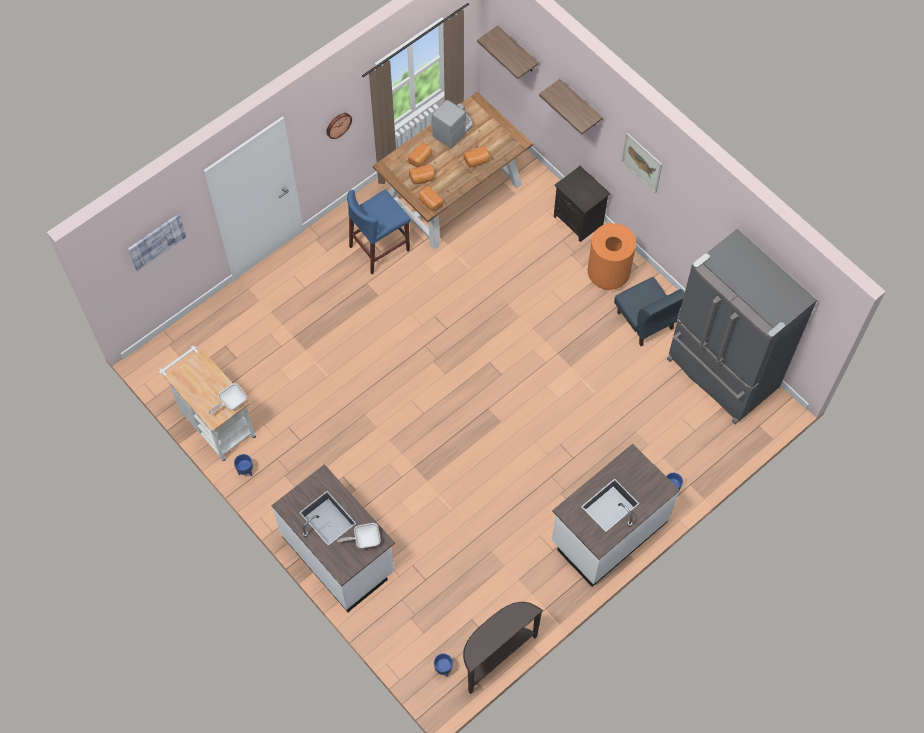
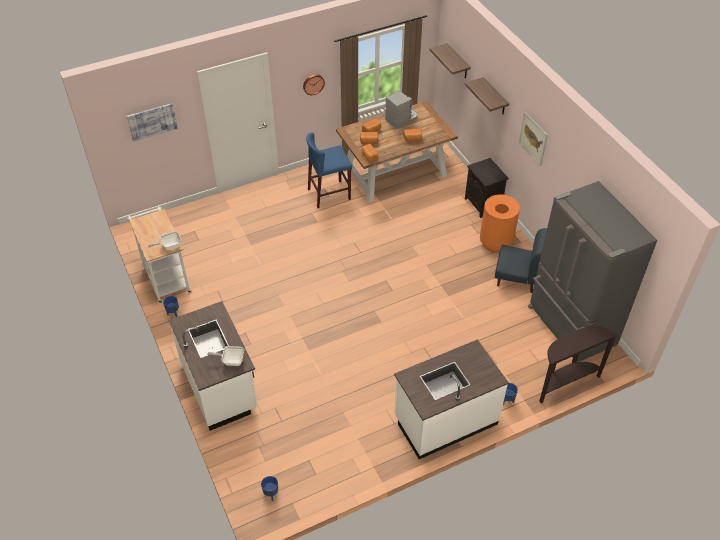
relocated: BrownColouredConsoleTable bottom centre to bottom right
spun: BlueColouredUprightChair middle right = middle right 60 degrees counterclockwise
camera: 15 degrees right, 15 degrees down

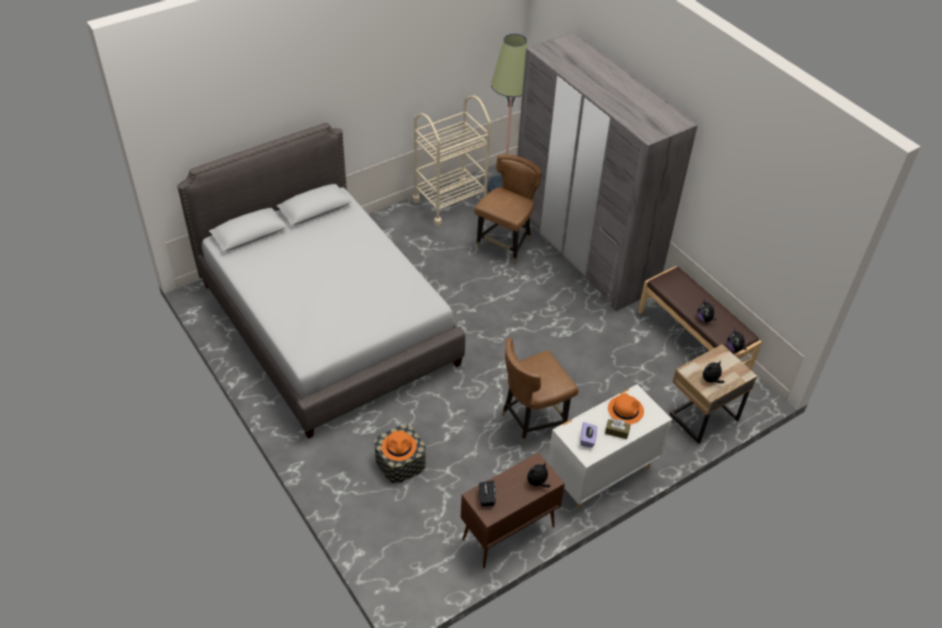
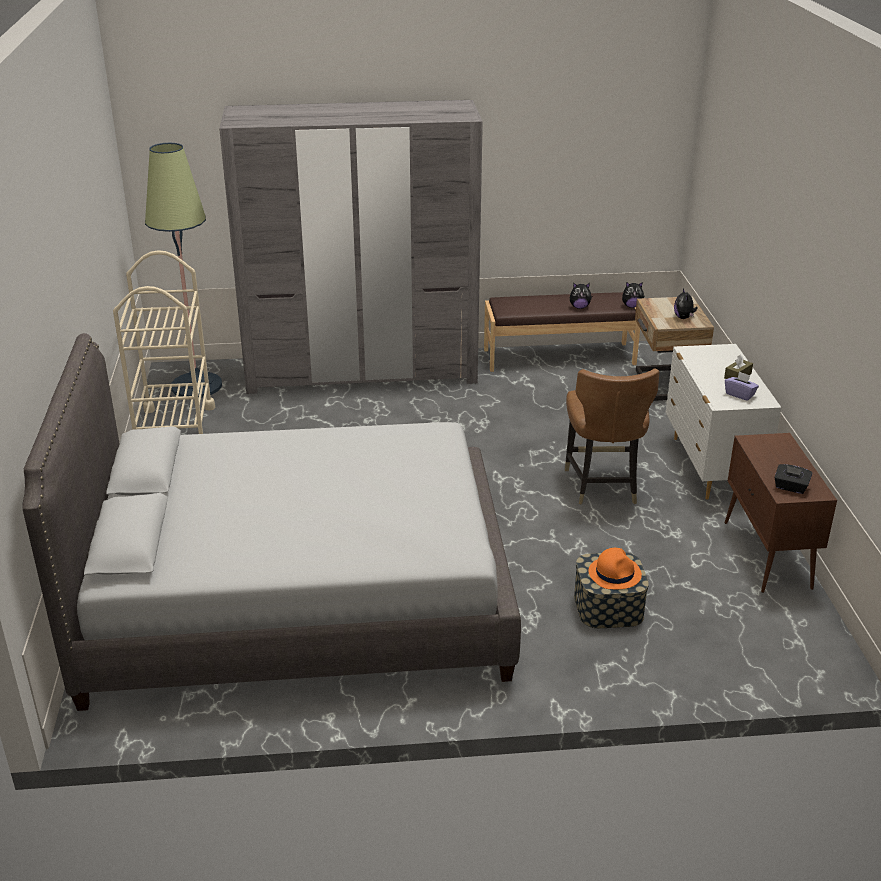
missing: BrownColouredUprightChair (no. 1 from left) top centre; SoftToy (no. 1 from left) bottom centre; OrangeColouredHat (no. 2 from left) centre
camera: 60 degrees left, 15 degrees down

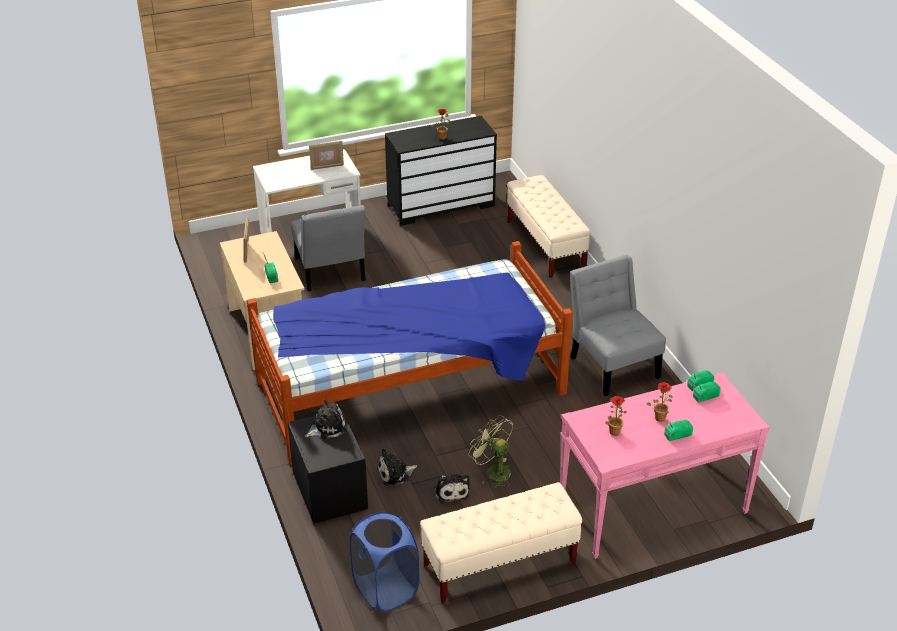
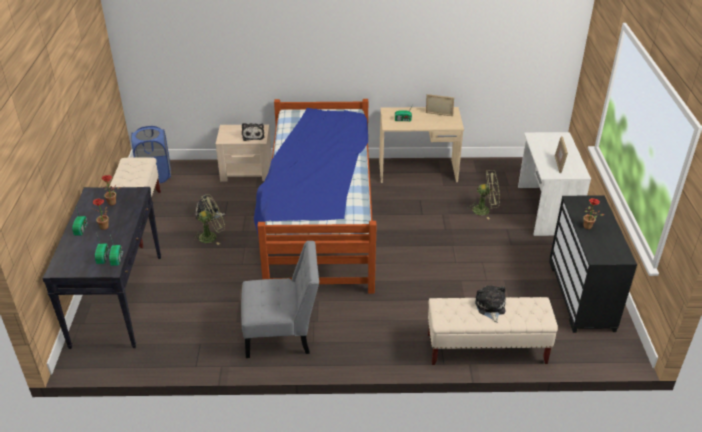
relocated: SoftToy (no. 2 from left in the first image) bottom centre to SoftToy (no. 3 from left) bottom right
exchanged: GreyUprightChair (no. 1 from left) centre to GreenishFan (no. 2 from left) middle right
colour: PinkishConsoleTable bottom right to BlackColouredConsoleTable middle left; BlackColouredNightTable bottom centre to BeigeNightTable centre
camera: 110 degrees right, 0 degrees up

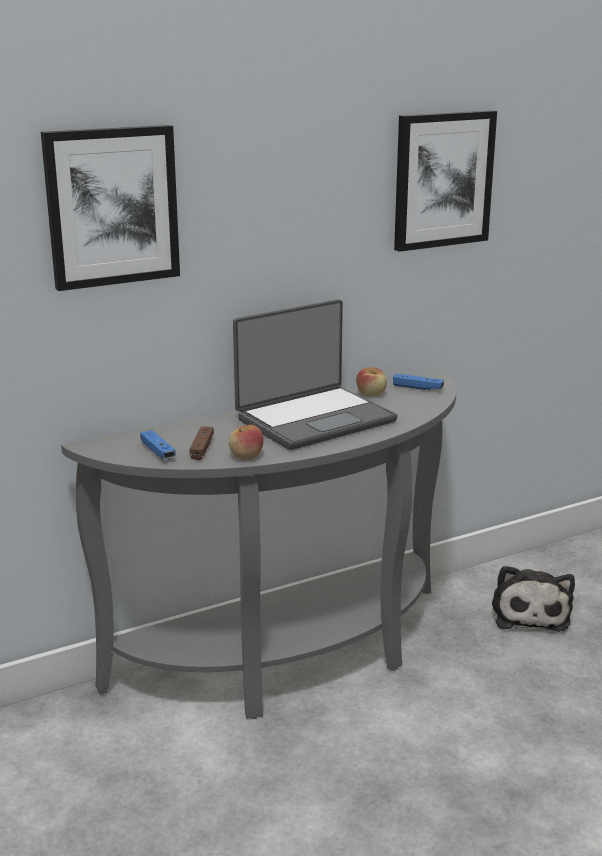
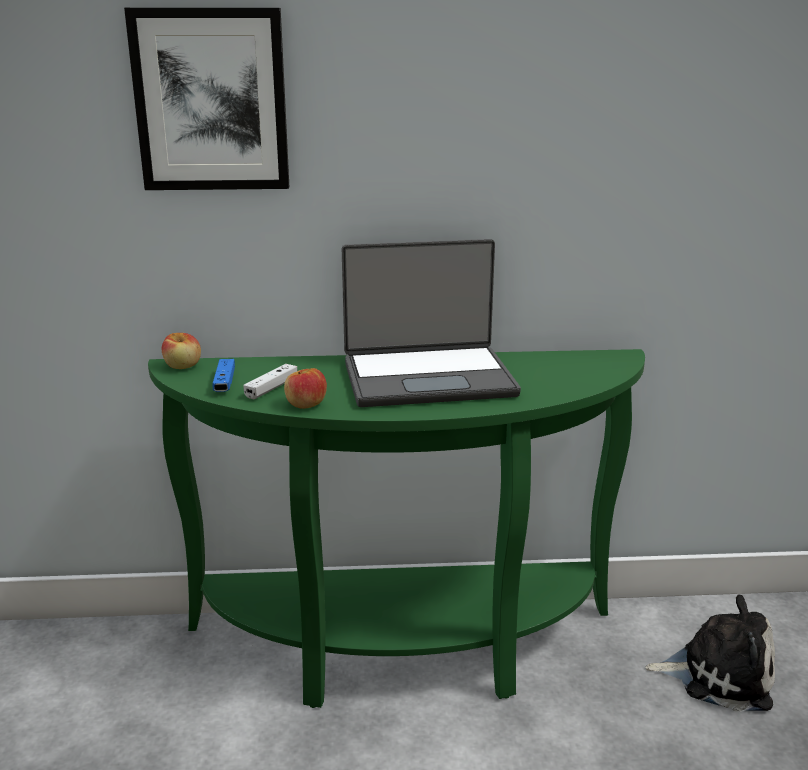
missing: BlueColouredJoypad (no. 2 from left) middle right; WallPicture (no. 2 from left) top right
relocated: Apple (no. 2 from left in the first image) centre to Apple (no. 1 from left) middle left
colour: GreyConsoleTable centre to GreenishConsoleTable bottom centre; BrownColouredJoypad centre to WhiteJoypad centre
spun: SoftToy bottom right = bottom right 105 degrees counterclockwise
camera: 25 degrees right, 0 degrees up

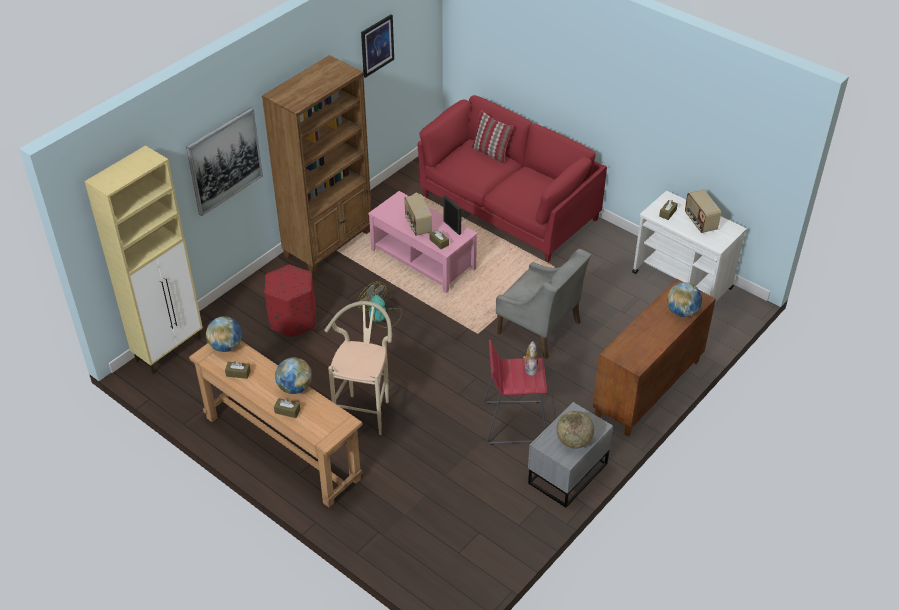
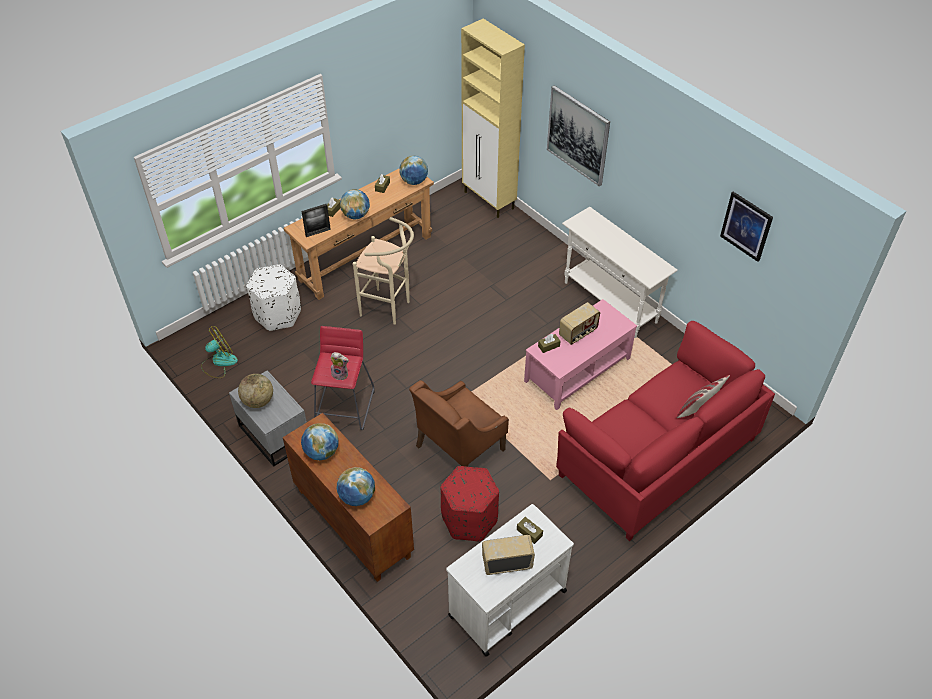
appeared: WhitePouffe middle left; Globe (no. 2 from left) centre
relocated: Fan centre to middle left; PhotoFrame centre to top centre; RedPouffe middle left to bottom centre
exchanged: BrownColouredBookcase top centre to WhiteConsoleTable centre
colour: GreyLoungeChair centre to BrownColouredLoungeChair centre
spun: RadioSet (no. 1 from left in the first image) centre = centre 150 degrees clockwise
camera: 100 degrees right, 5 degrees up

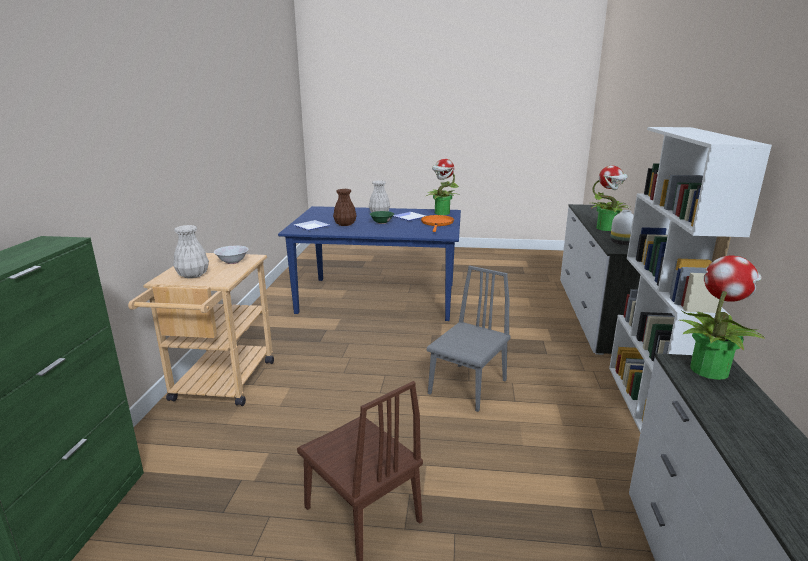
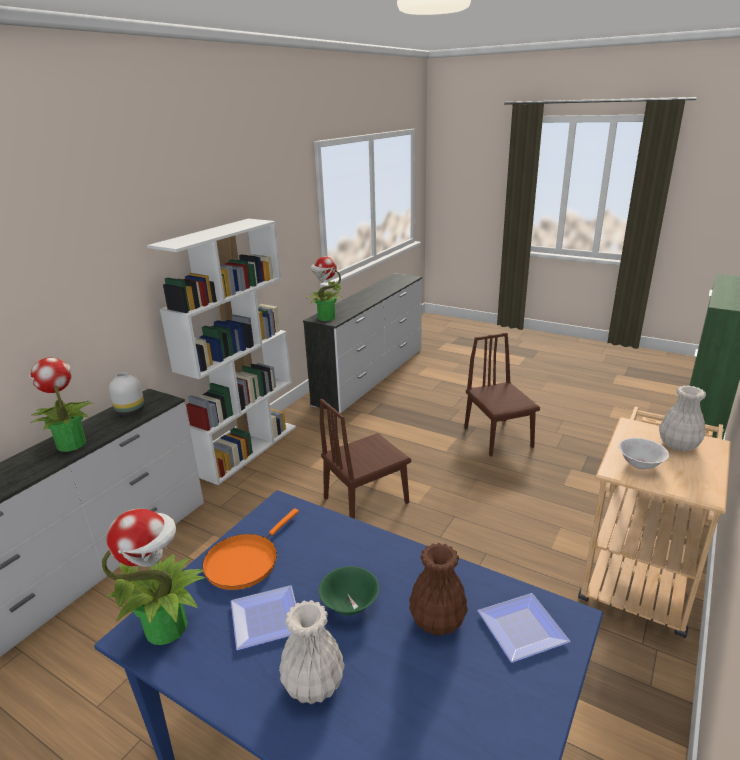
colour: GreyUprightChair centre to BrownColouredUprightChair (no. 1 from left) centre
camera: 155 degrees left, 5 degrees up

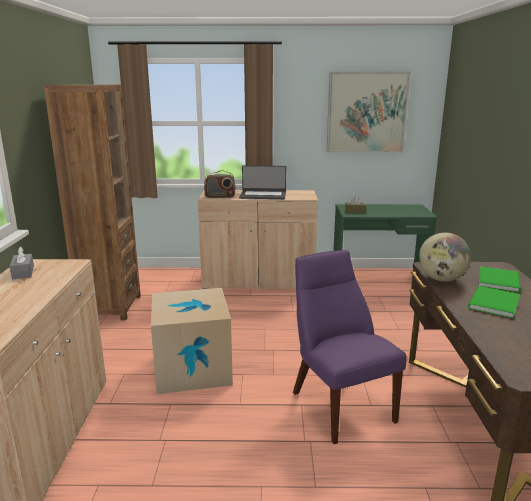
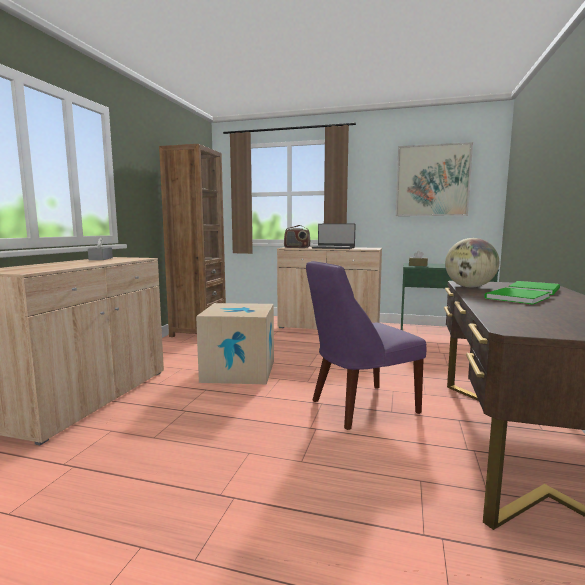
spun: PurpleUprightChair bottom centre = centre 105 degrees counterclockwise
camera: 15 degrees right, 10 degrees down

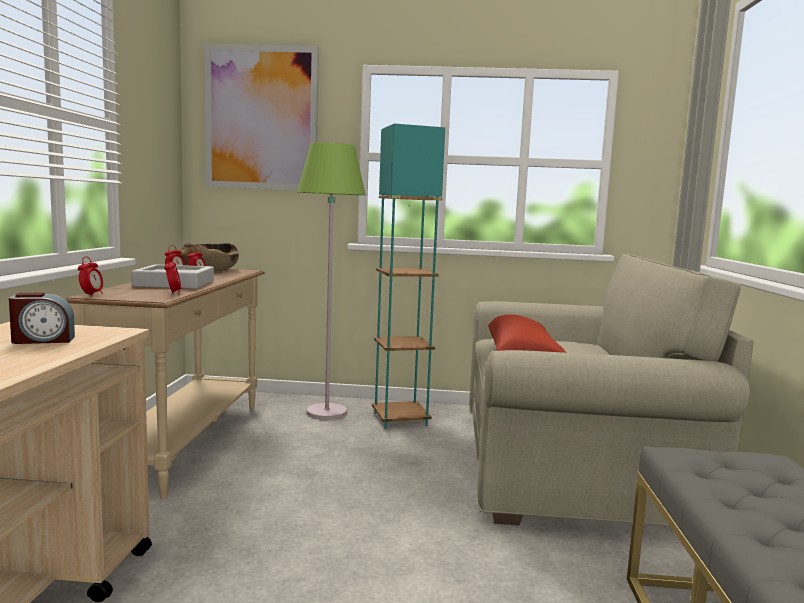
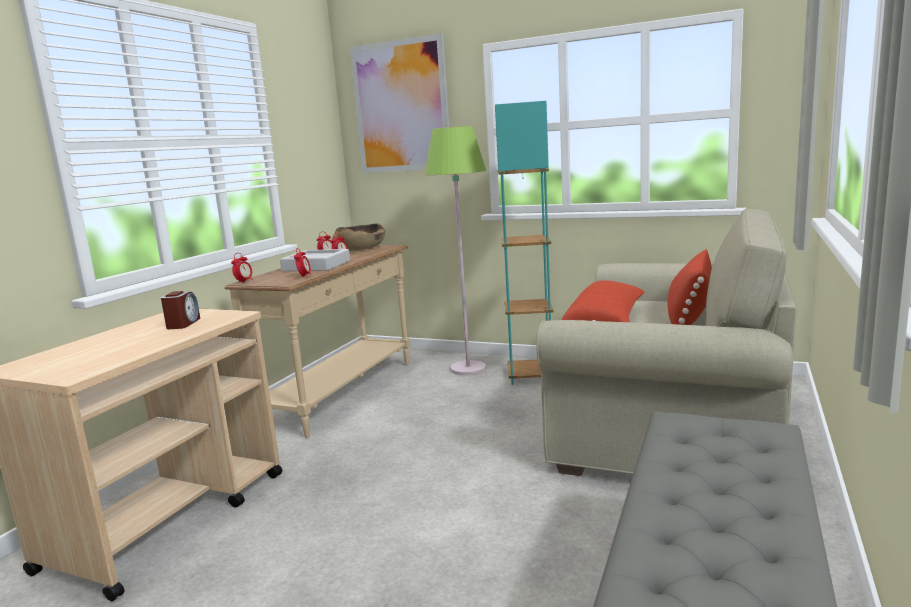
appeared: RedCushion (no. 2 from left) middle right
spun: TableClock (no. 1 from left) middle left = middle left 90 degrees counterclockwise
camera: 20 degrees right, 5 degrees up

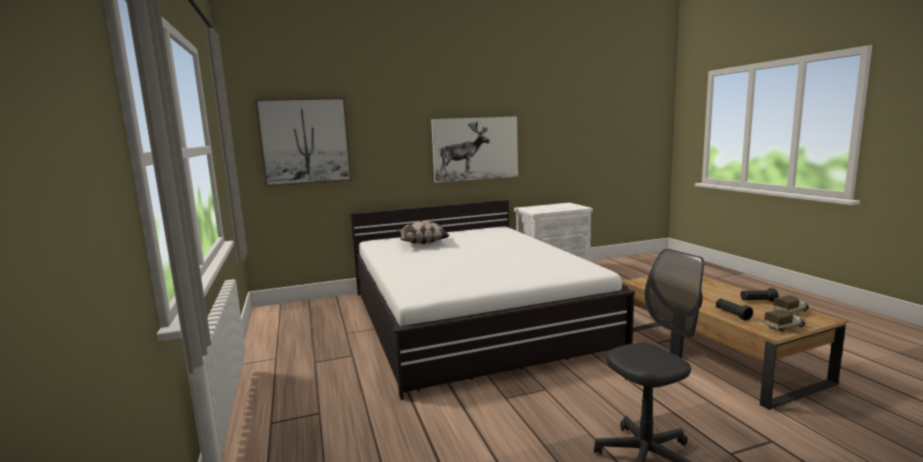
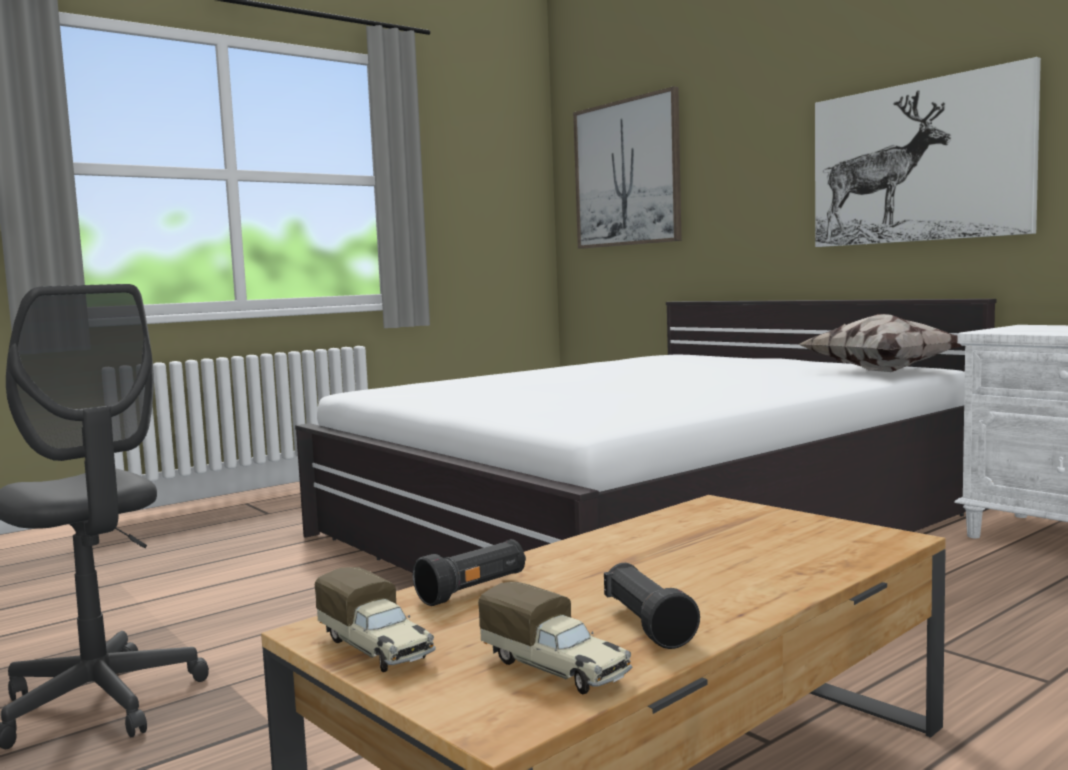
relocated: Cushion centre to middle right
camera: 70 degrees right, 5 degrees down

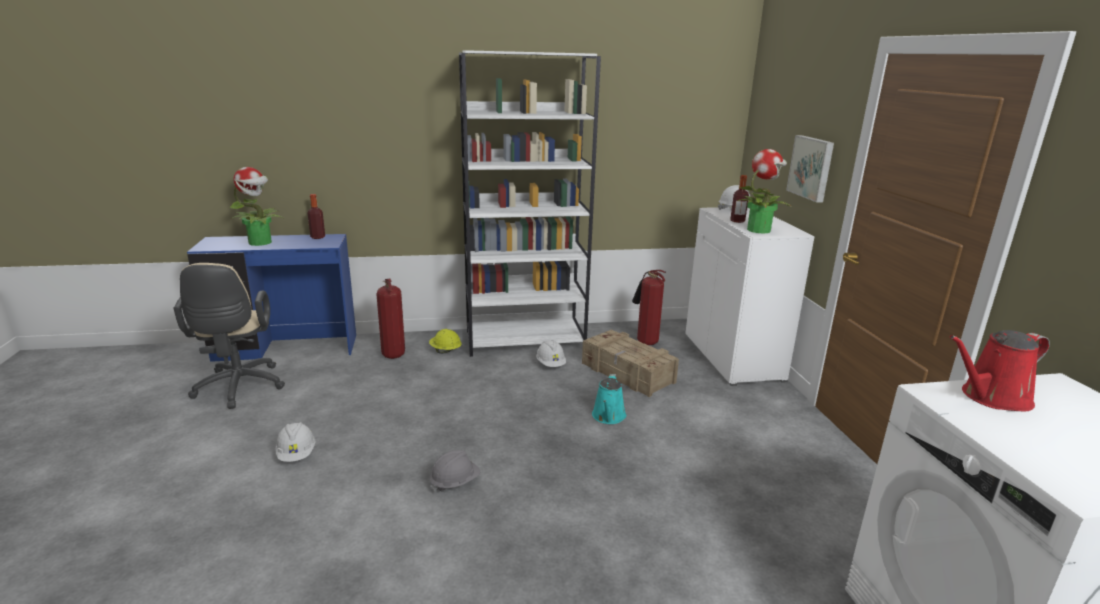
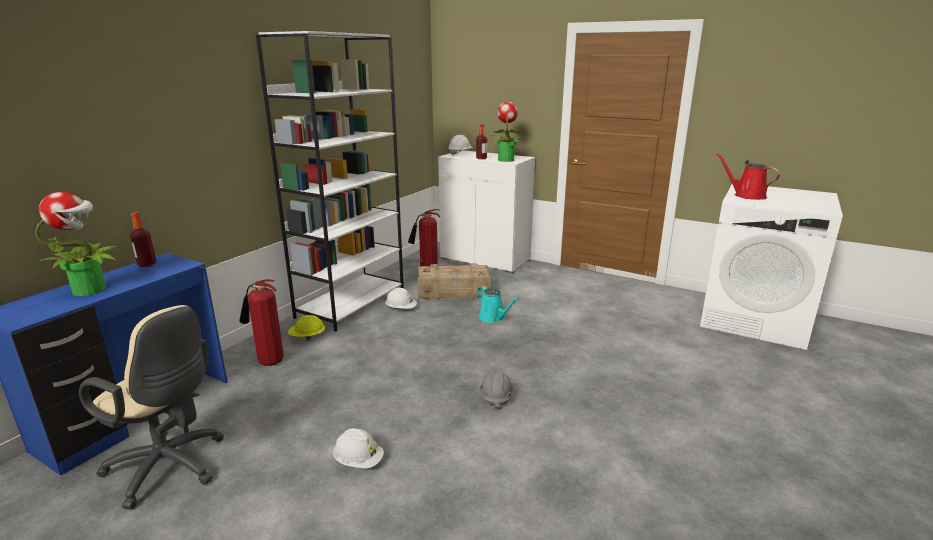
missing: WallPicture top right
spun: RedWateringCan middle right = top right 120 degrees clockwise
camera: 50 degrees left, 0 degrees up

